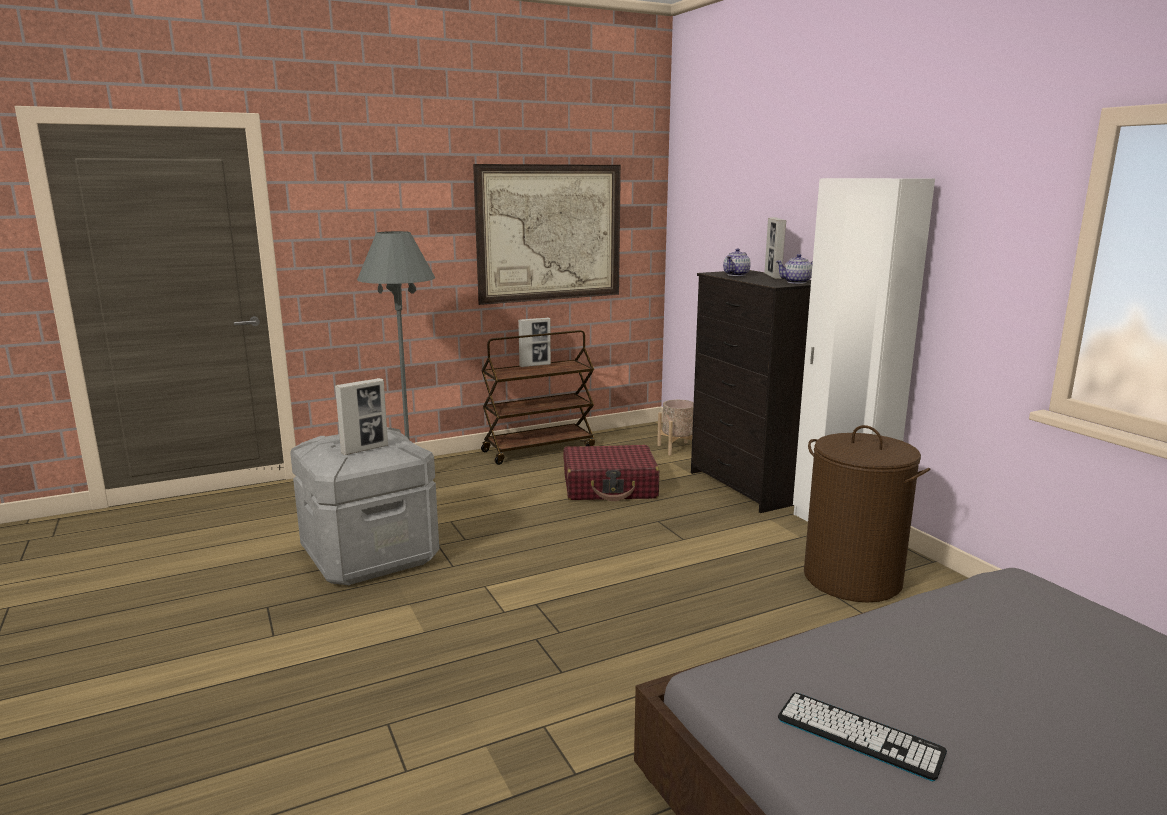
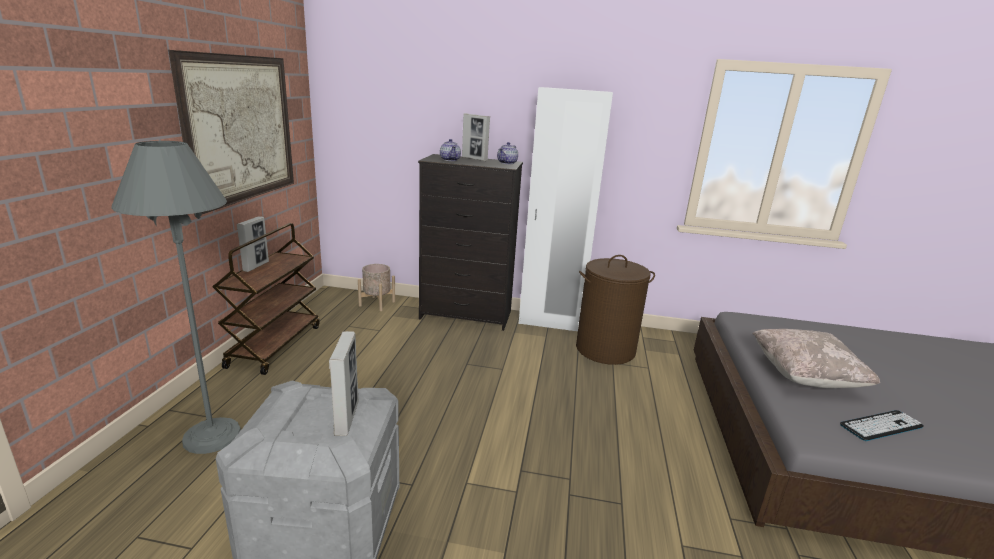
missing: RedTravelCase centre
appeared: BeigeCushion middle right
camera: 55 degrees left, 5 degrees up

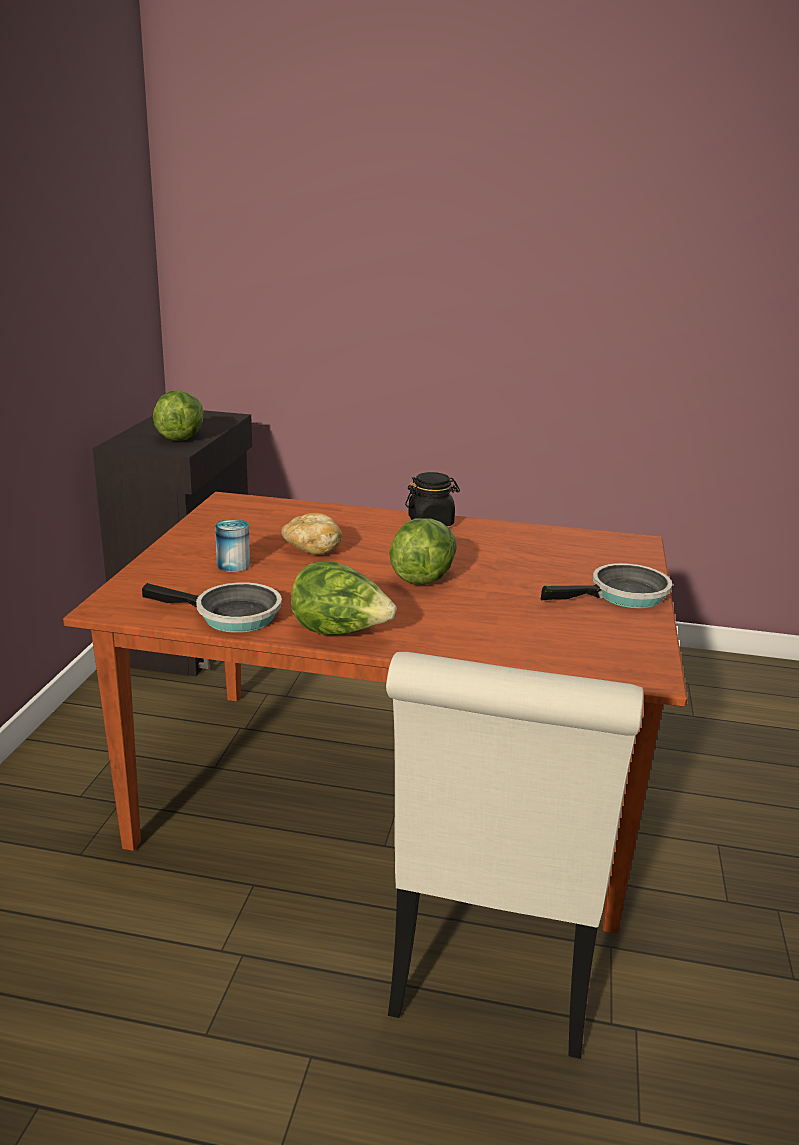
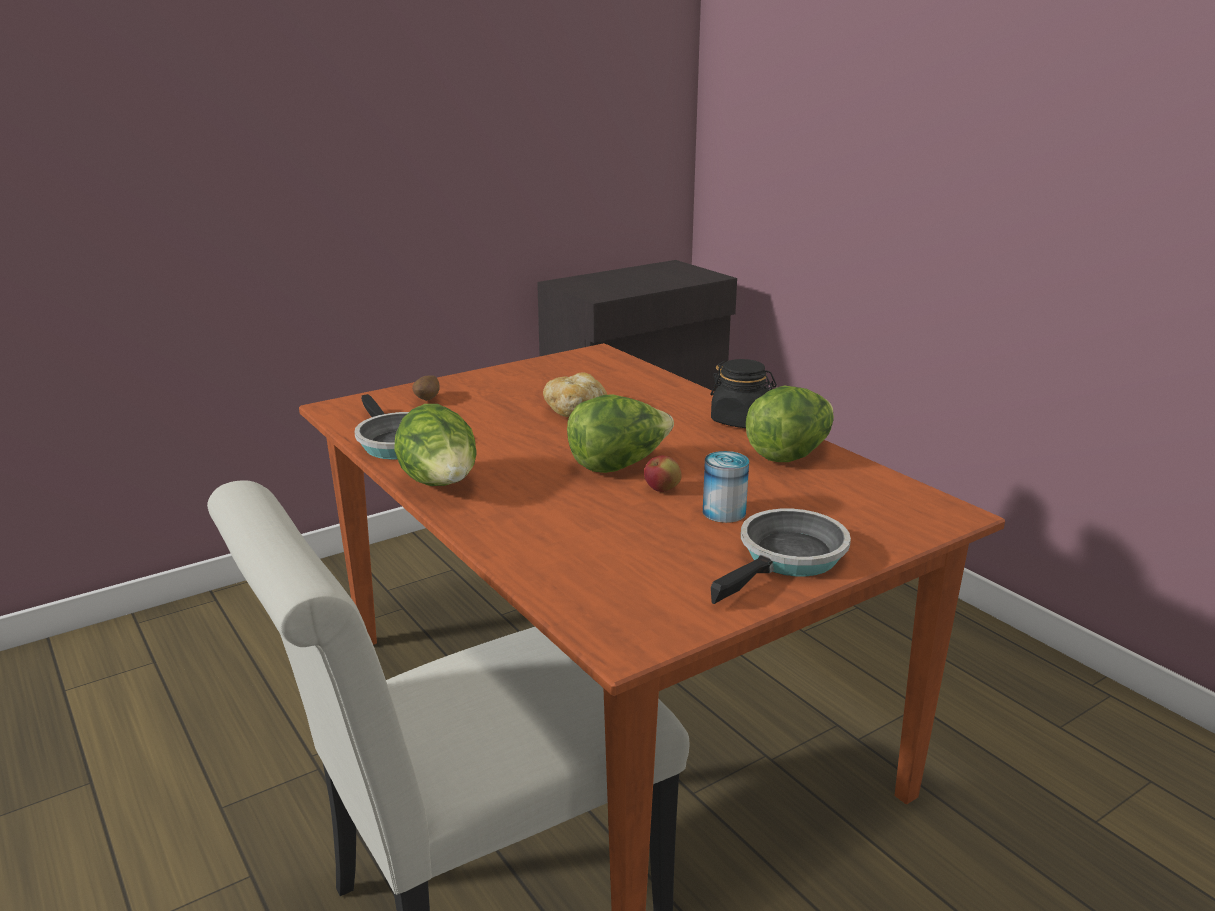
appeared: WholePotato centre; Apple centre
relocated: SealedCan middle left to centre; LettuceHead (no. 1 from left in the first image) middle left to LettuceHead (no. 3 from left) centre
spun: Skillet (no. 2 from left) middle right = centre 75 degrees counterclockwise
camera: 45 degrees right, 0 degrees up

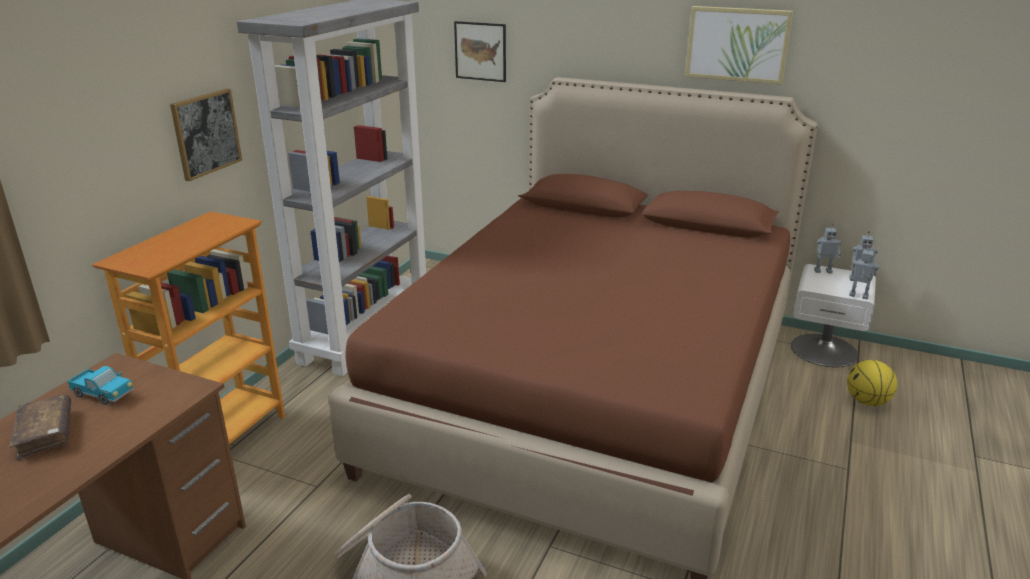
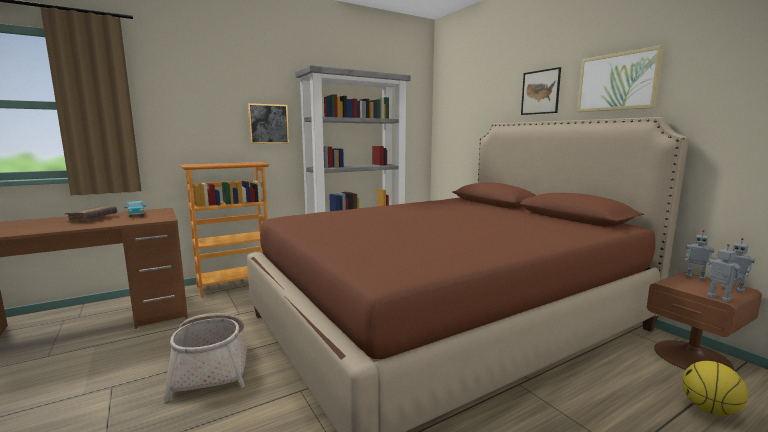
relocated: WallPicture (no. 2 from left) top centre to top right
colour: WhiteNightTable middle right to BrownColouredNightTable bottom right
camera: 35 degrees right, 15 degrees down

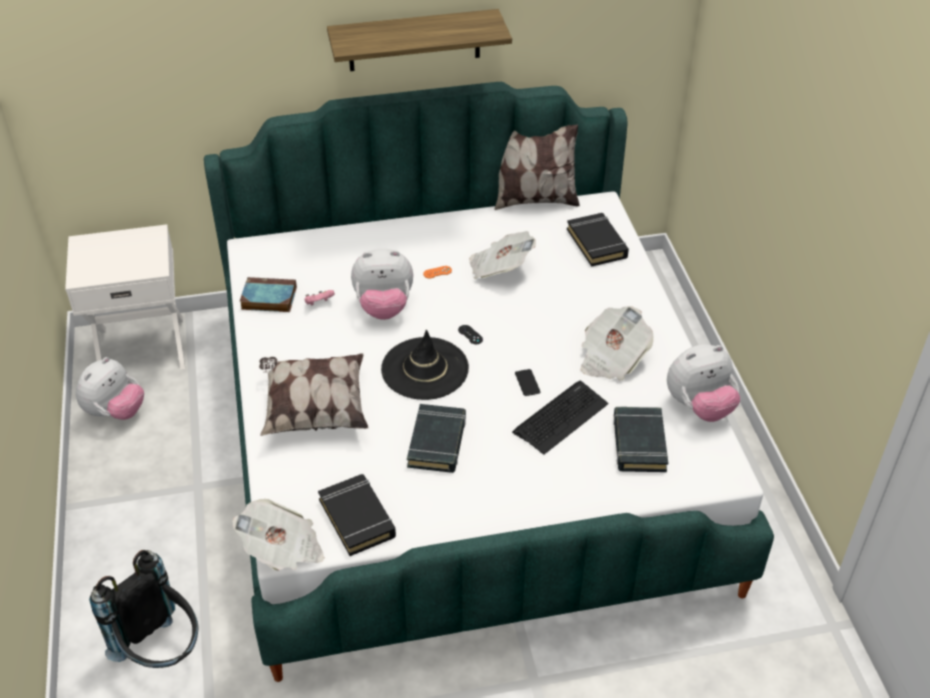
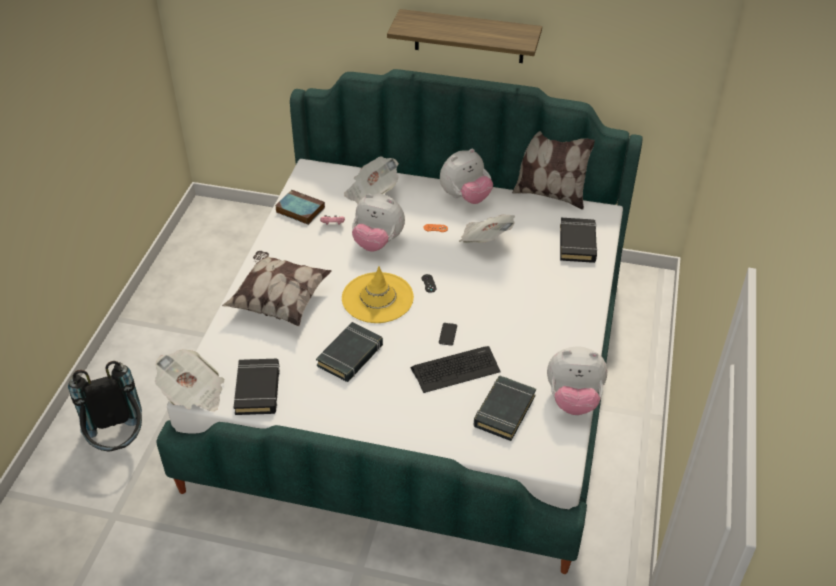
missing: WhiteNightTable middle left
relocated: Newspaper (no. 3 from left in the first image) centre to Newspaper (no. 2 from left) top centre; SoftToy (no. 1 from left in the first image) middle left to SoftToy (no. 2 from left) top centre
colour: BlackColouredHat centre to YellowishHat centre
camera: 25 degrees right, 0 degrees up

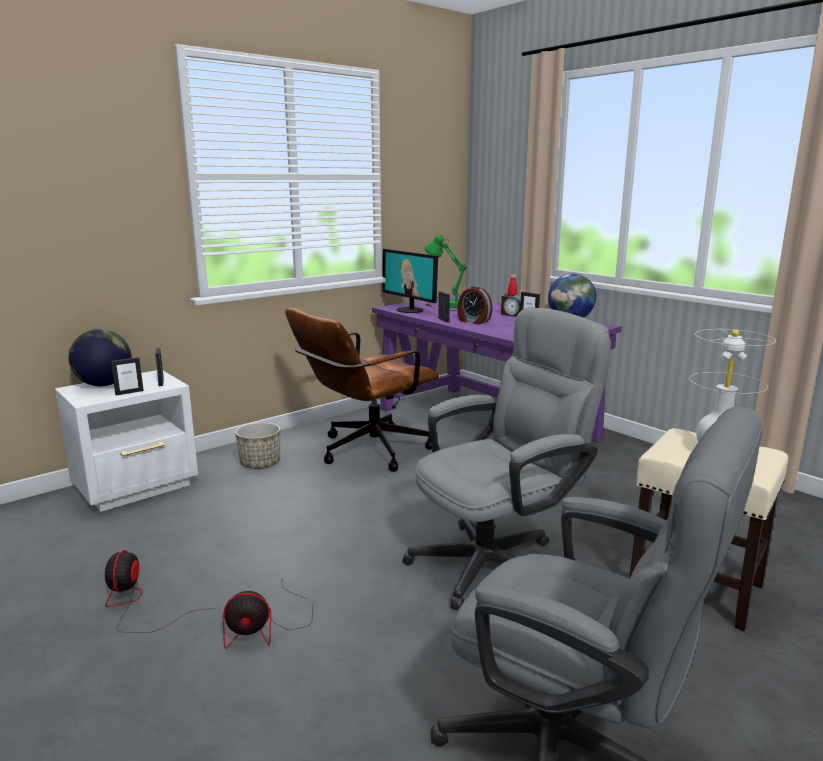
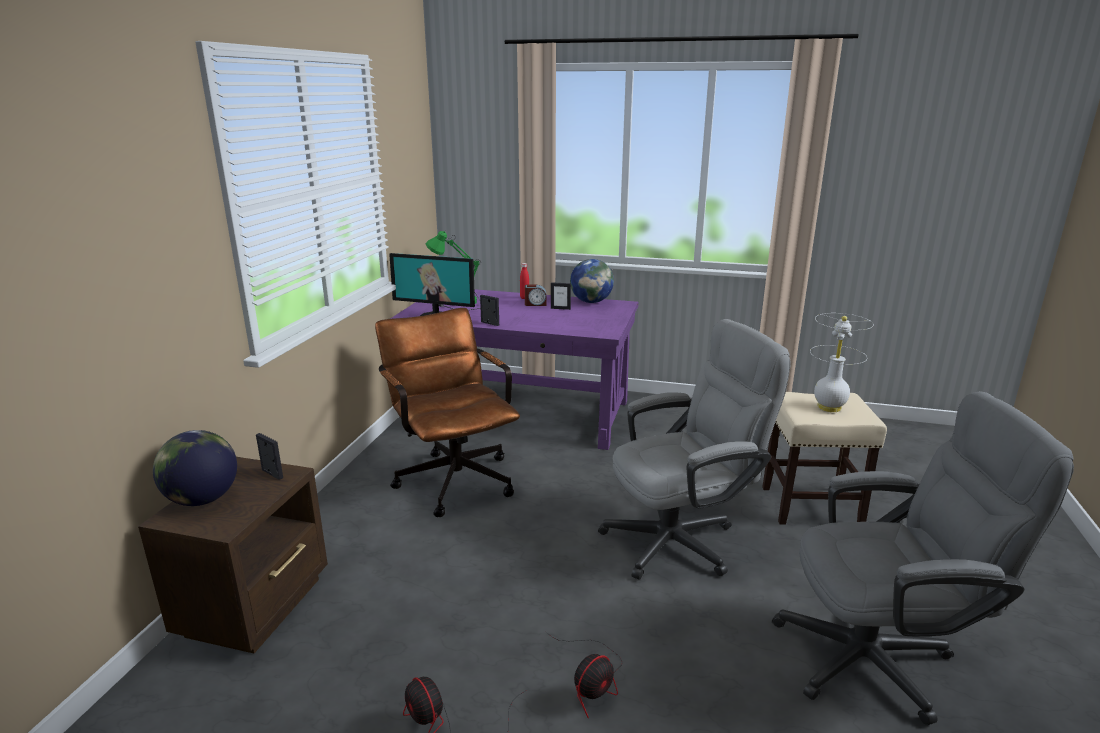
missing: PhotoFrame (no. 1 from left) middle left; FlowerPot middle left; TableClock (no. 1 from left) centre
colour: WhiteNightTable middle left to BrownColouredNightTable bottom left
spun: BrownColouredOfficeChair centre = centre 135 degrees clockwise; GreyOfficeChair (no. 1 from left) centre = centre 45 degrees clockwise
camera: 35 degrees left, 5 degrees up

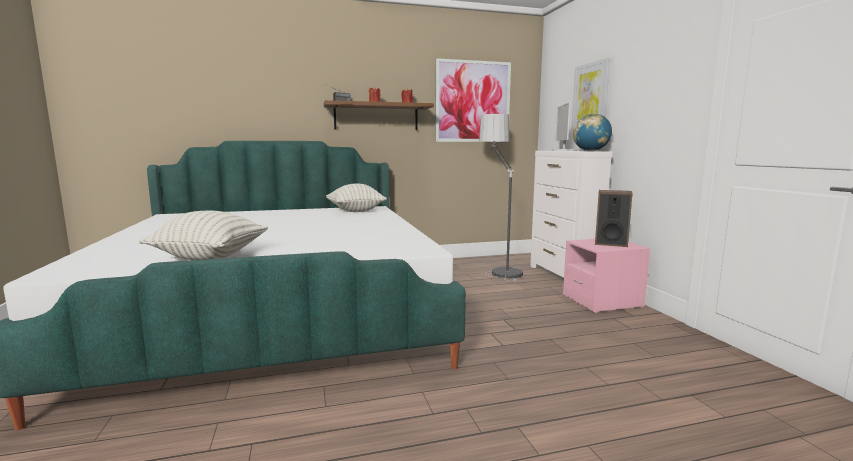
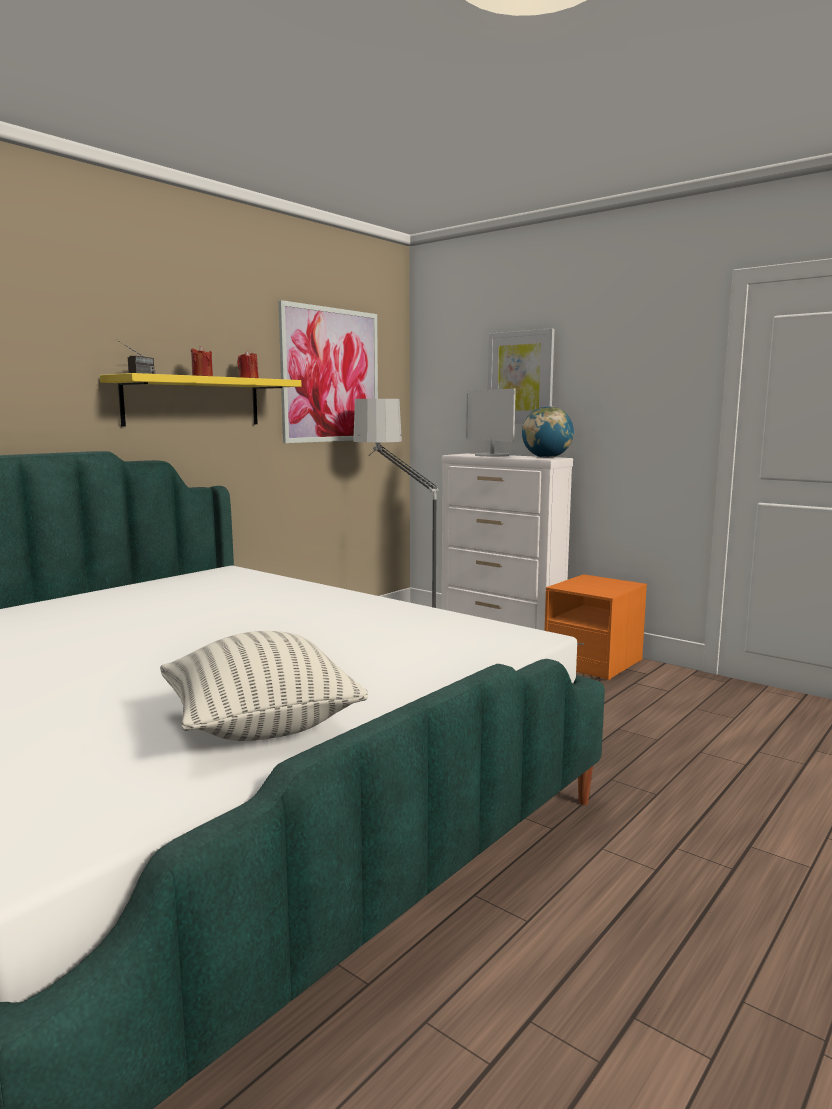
missing: Cushion (no. 2 from left) centre; Speaker middle right
colour: BrownColouredBracketShelf top centre to YellowishBracketShelf middle left; PinkishNightTable middle right to OrangeColouredNightTable middle right
camera: 35 degrees left, 0 degrees up

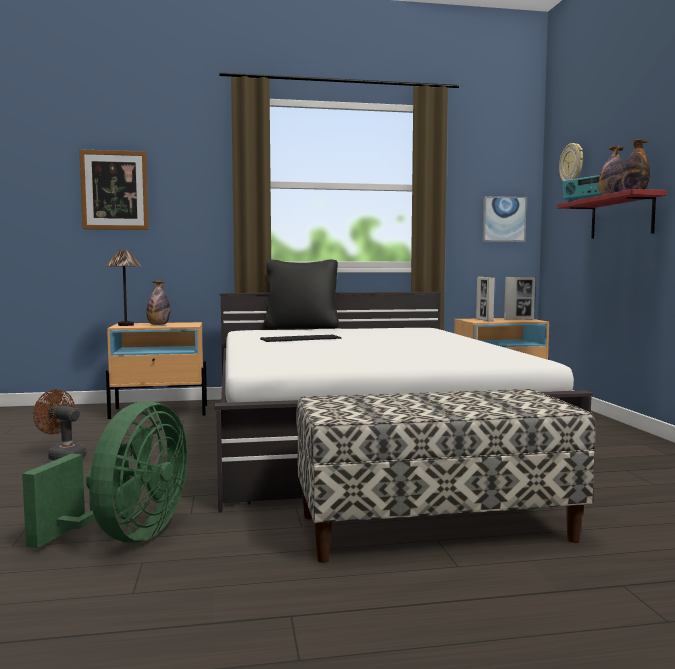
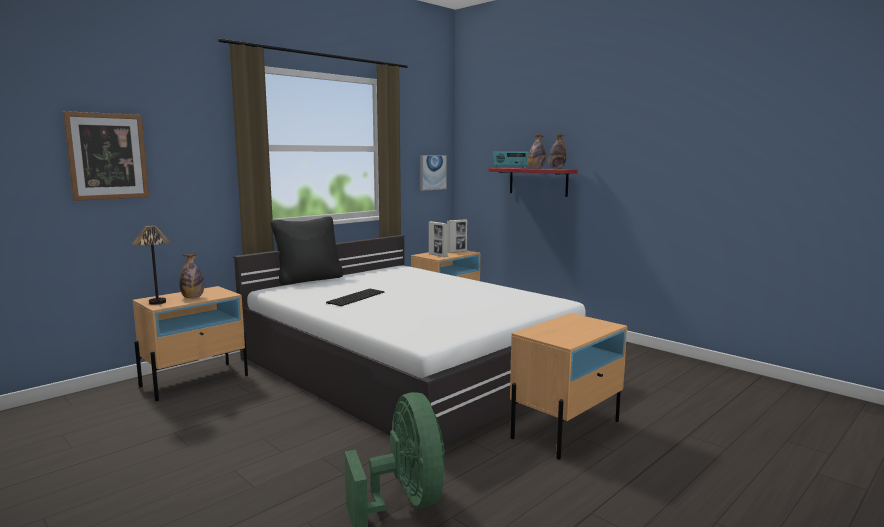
missing: BrownColouredFan middle left; ClockOnTheWall top right
exchanged: LongSeat bottom centre to BeigeNightTable (no. 3 from left) bottom centre
camera: 35 degrees left, 5 degrees up

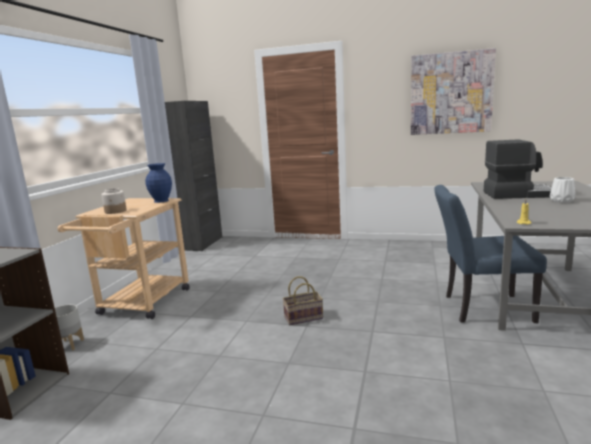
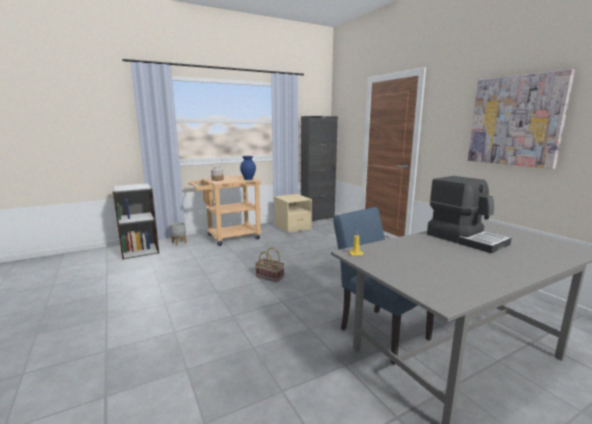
missing: WhiteDecorativeVase middle right
appeared: BeigeNightTable centre
camera: 45 degrees right, 0 degrees up

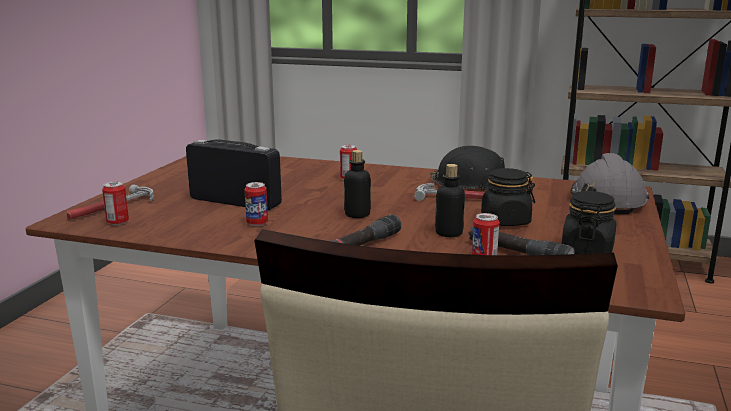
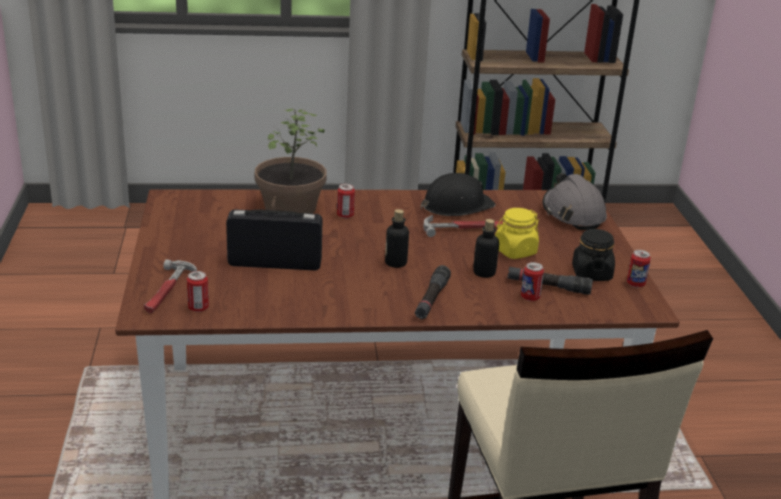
appeared: PottedPlant top centre
relocated: SealedCan (no. 2 from left in the first image) centre to SealedCan (no. 4 from left) middle right
colour: BlackColouredJar (no. 1 from left) middle right to YellowishJar centre
camera: 25 degrees left, 10 degrees up

